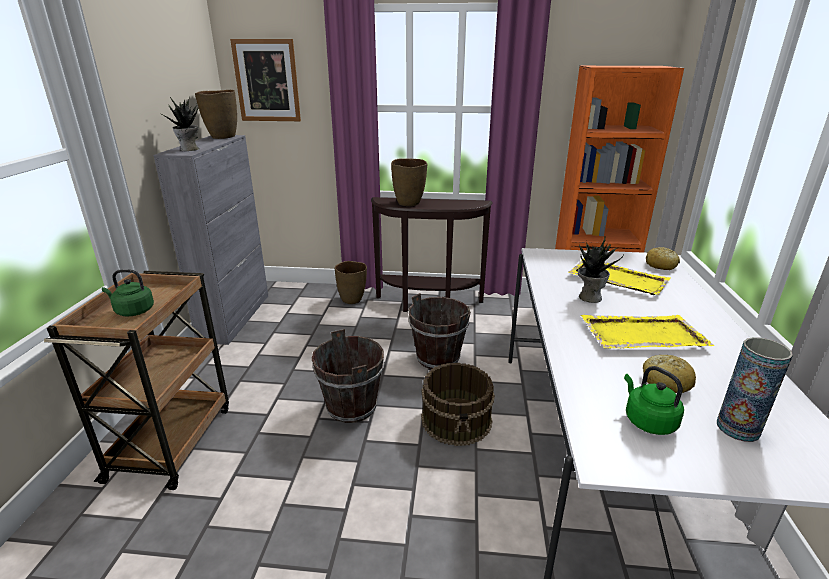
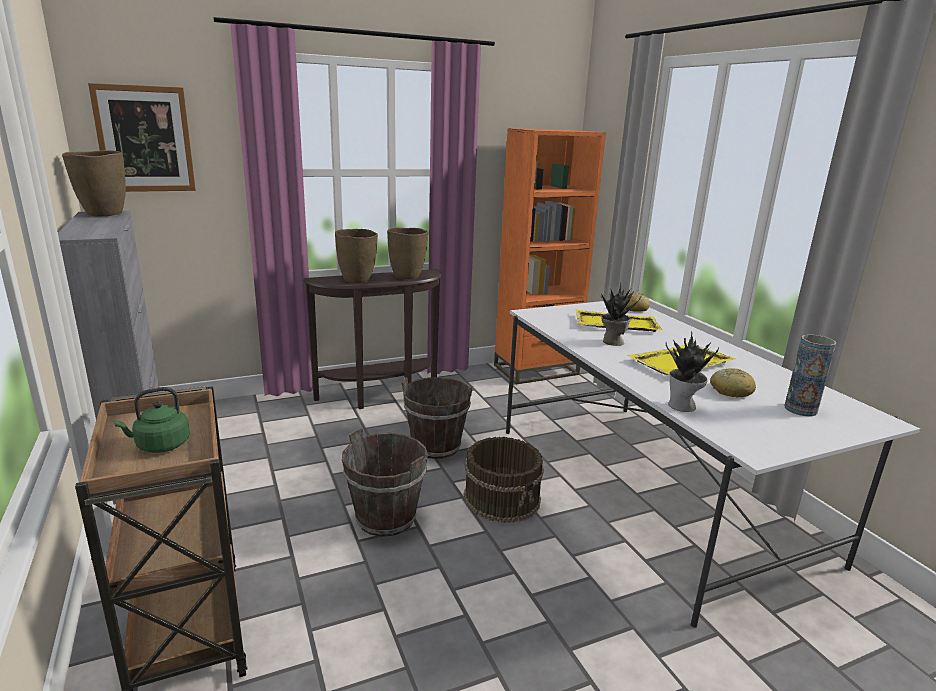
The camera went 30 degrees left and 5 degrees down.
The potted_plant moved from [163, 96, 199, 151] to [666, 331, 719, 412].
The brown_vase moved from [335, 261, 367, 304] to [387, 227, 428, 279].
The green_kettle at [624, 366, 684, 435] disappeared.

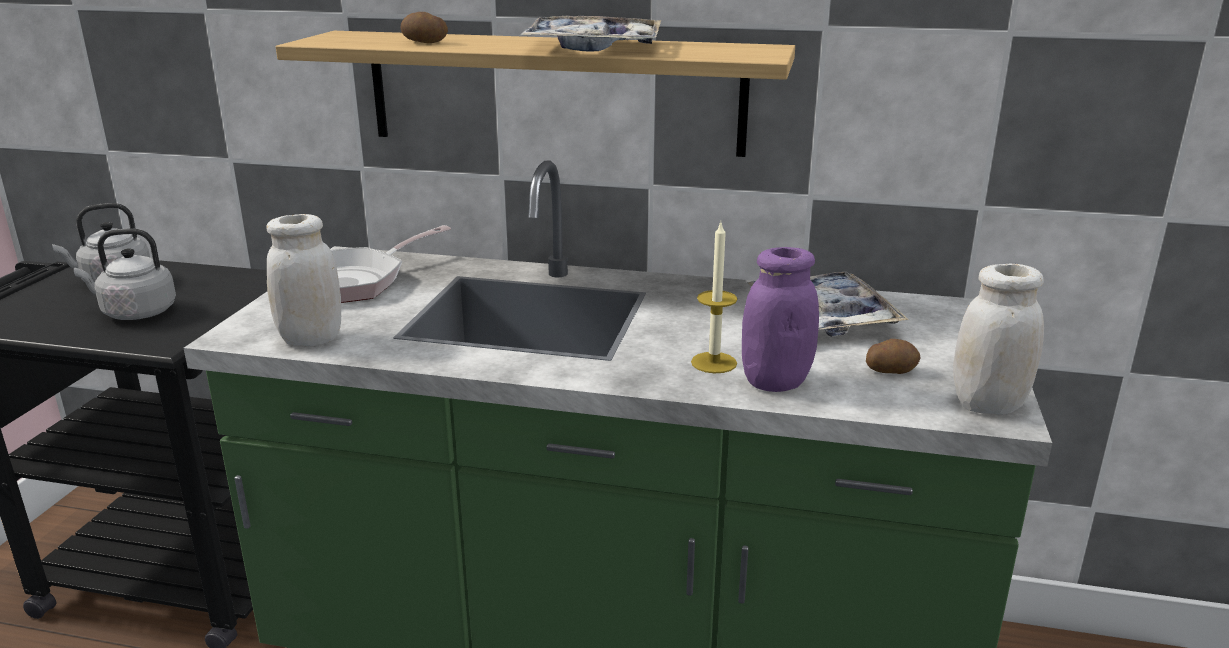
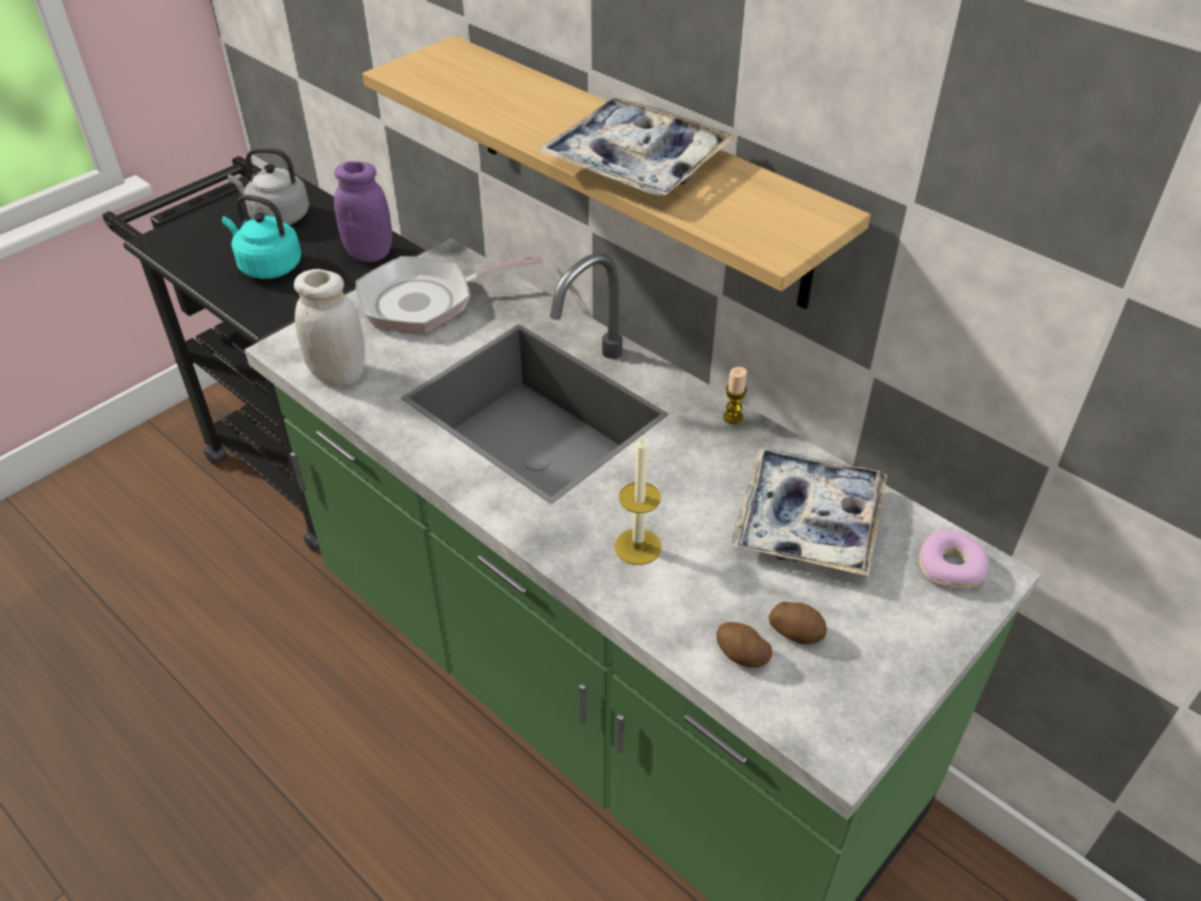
The camera went 30 degrees right and 20 degrees up.
The grey_kettle at [74, 229, 176, 320] became the turquoise_kettle at [222, 195, 301, 279].
The potato moved from [400, 12, 448, 43] to [716, 622, 772, 668].
The purple_jar moved from [742, 247, 819, 392] to [334, 161, 392, 262].
The white_jar at [953, 264, 1044, 415] disappeared.
The candle at [723, 367, 747, 424] appeared.
The donut at [919, 530, 989, 589] appeared.

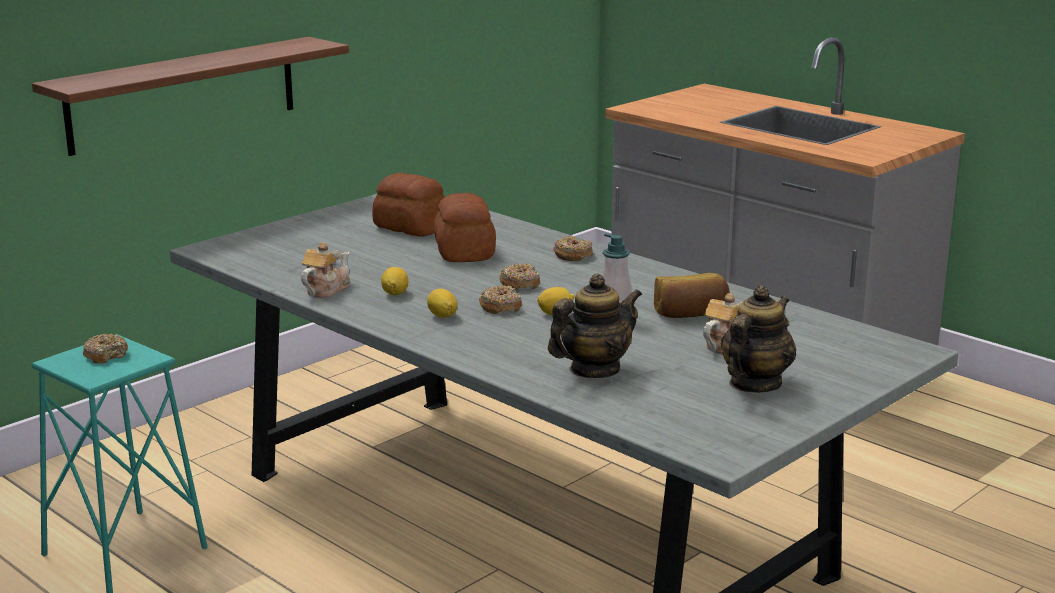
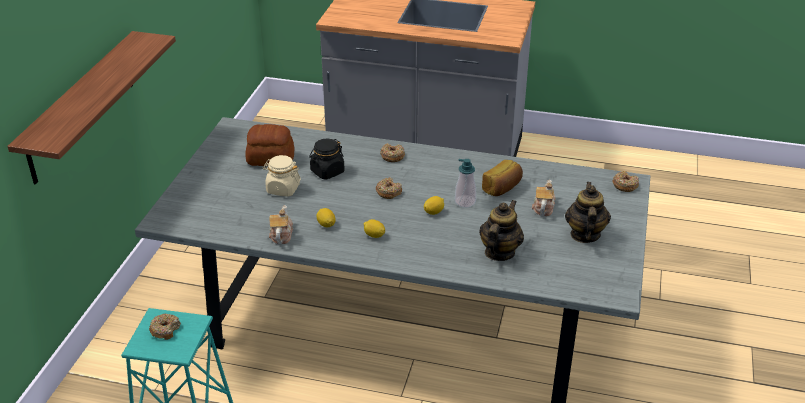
The camera went 30 degrees left and 15 degrees up.
The bread at [434, 193, 496, 262] was replaced by the black_jar at [309, 139, 345, 179].
The donut moved from [479, 285, 522, 314] to [613, 171, 639, 192].
The beige_jar at [263, 155, 301, 197] appeared.

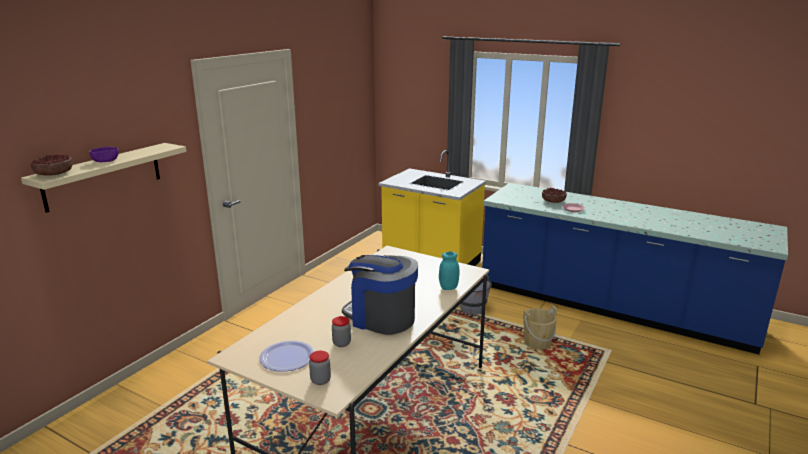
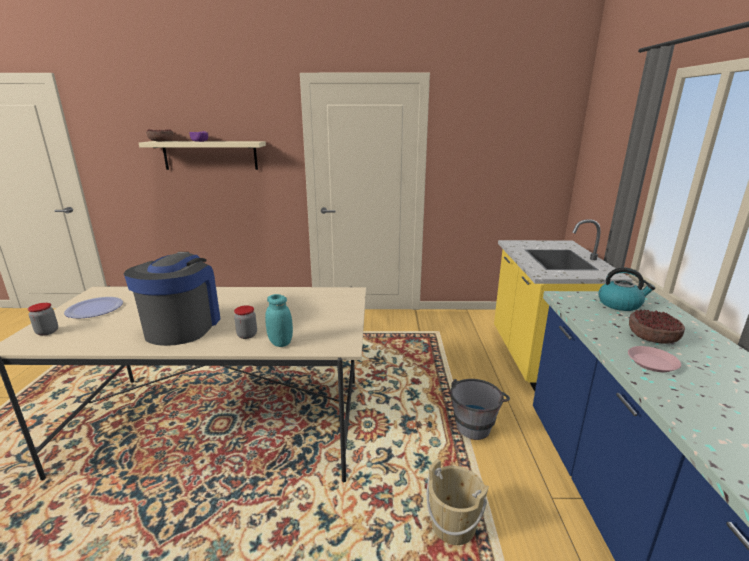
The camera went 60 degrees right and 0 degrees up.
The jar moved from [332, 316, 351, 347] to [234, 305, 257, 339].
The kettle at [598, 267, 655, 311] appeared.

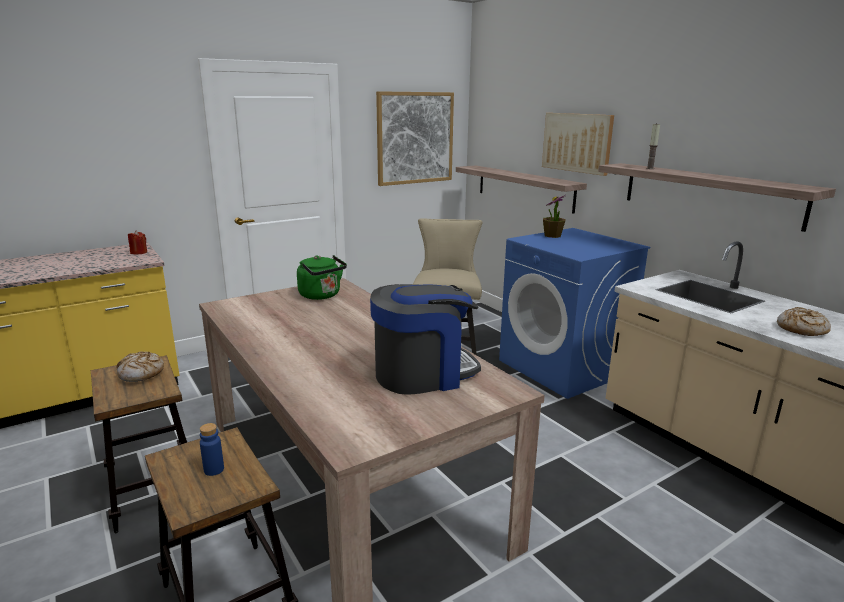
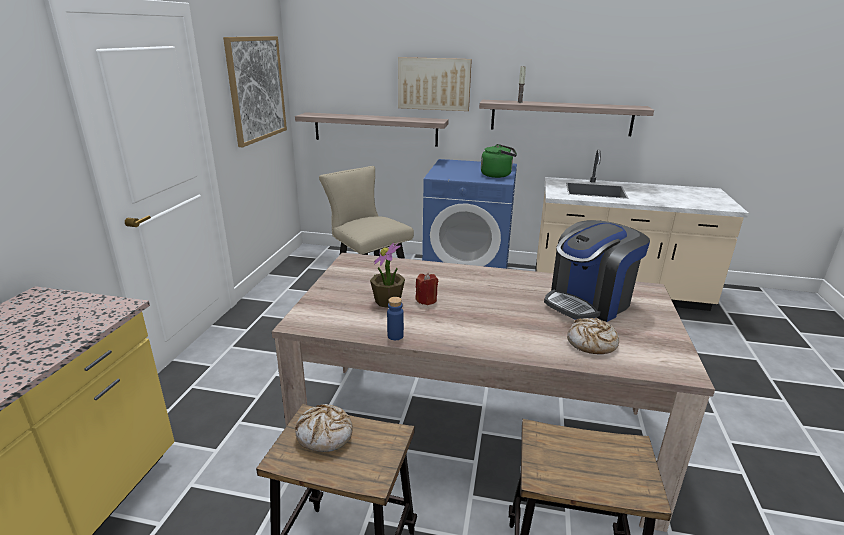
The camera went 45 degrees left and 5 degrees up.
The red_candle moved from [128, 231, 147, 254] to [415, 273, 438, 305].
The blue_bottle moved from [200, 423, 224, 476] to [387, 297, 404, 340].
The green_kettle moved from [297, 255, 347, 300] to [481, 144, 517, 178].
The coffee_machine at [370, 284, 481, 395] turned 150 degrees counterclockwise.
The potted_plant moved from [543, 195, 566, 238] to [370, 243, 405, 308].
The bread moved from [777, 307, 831, 336] to [567, 318, 619, 354].

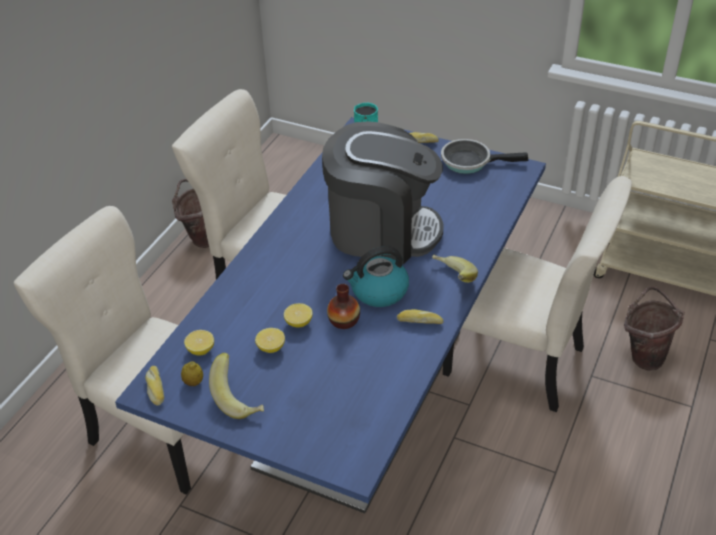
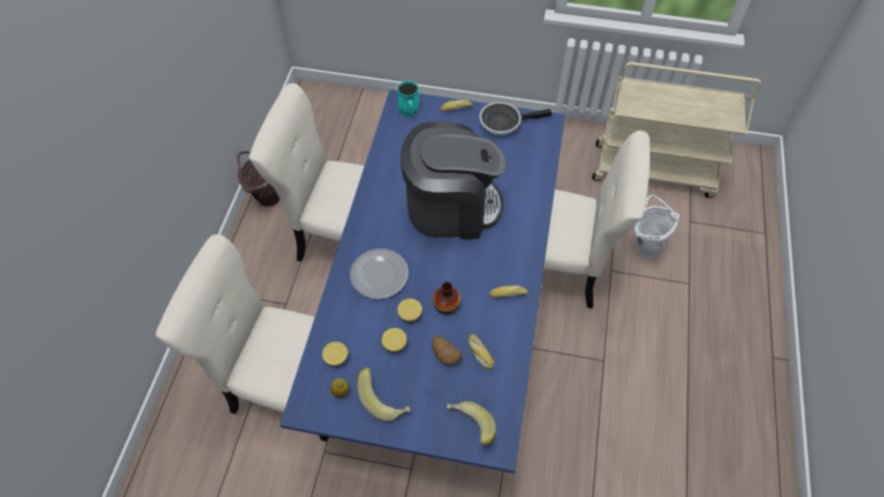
The camera went 15 degrees left and 15 degrees up.
The bread moved from [145, 366, 164, 406] to [469, 334, 494, 369].
The kettle at [343, 246, 409, 307] disappeared.
The banana moved from [432, 255, 478, 283] to [447, 401, 496, 446].
The brown_bucket at [624, 287, 685, 371] became the white_bucket at [634, 195, 680, 258].
The plate at [350, 249, 409, 299] appeared.
The potato at [432, 336, 462, 365] appeared.

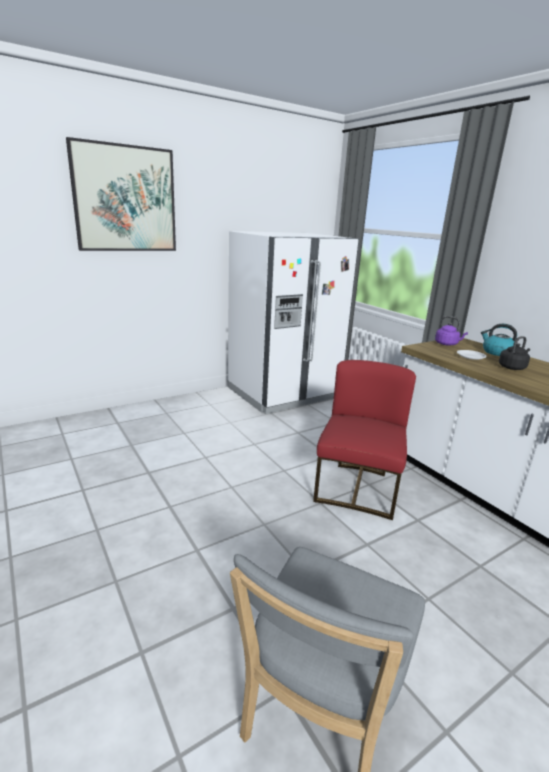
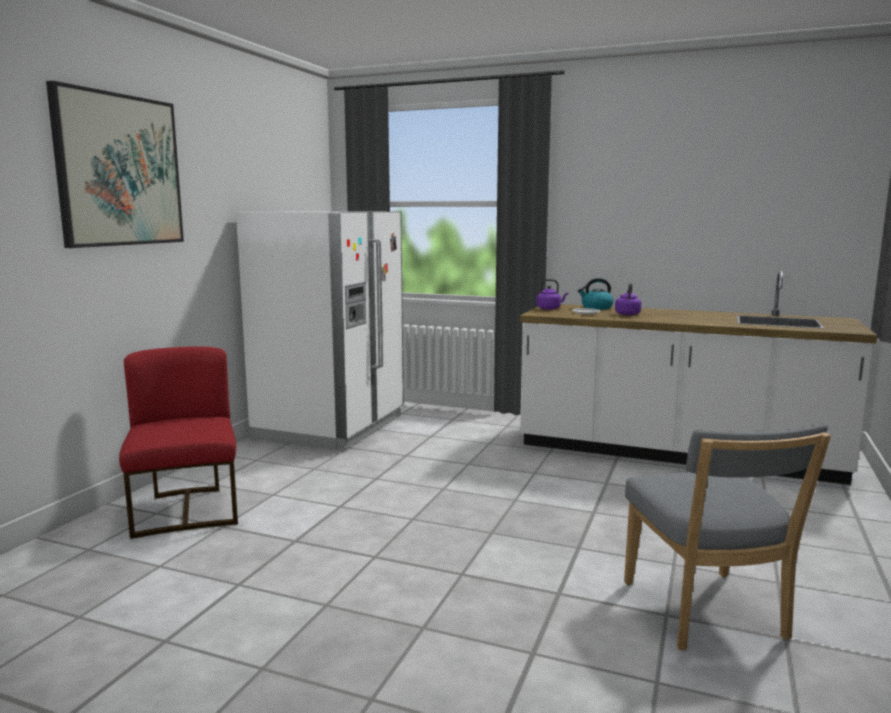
The camera went 35 degrees left and 10 degrees down.
The red_chair moved from [313, 360, 416, 520] to [119, 347, 238, 539].
The black_kettle at [499, 336, 530, 370] became the purple_kettle at [615, 283, 641, 315].

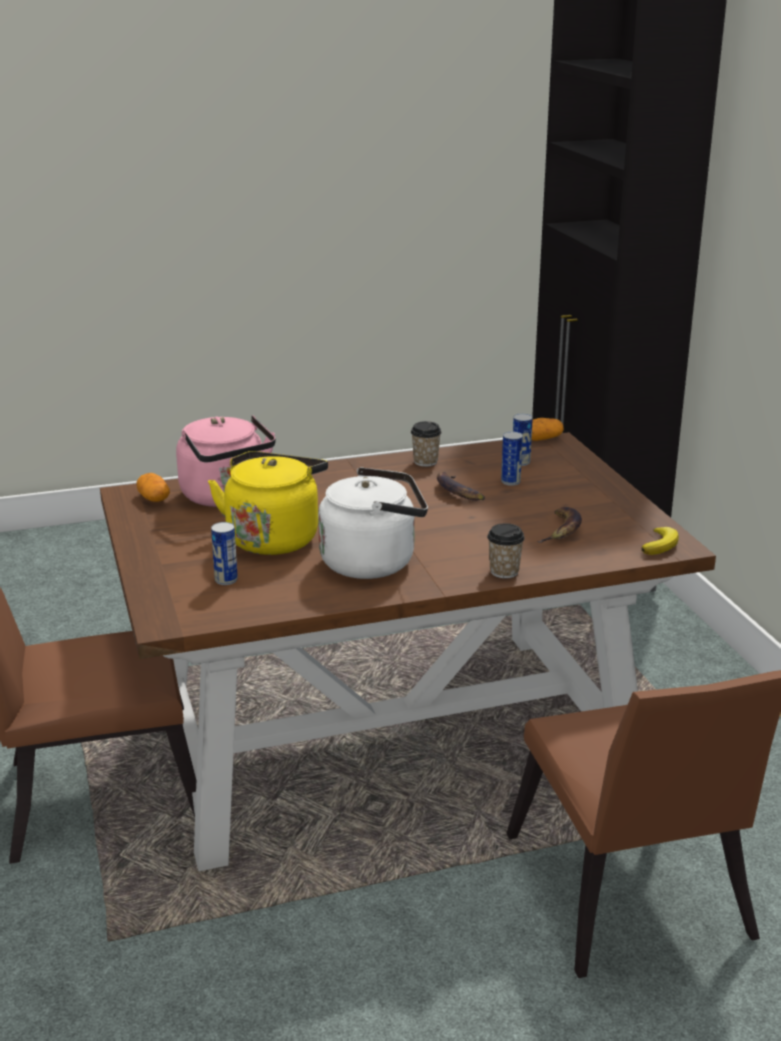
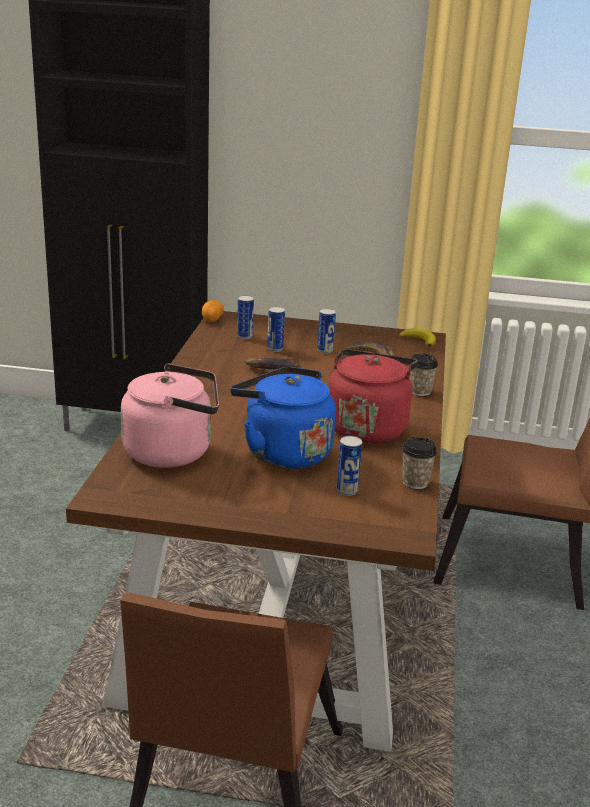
The camera went 65 degrees left and 0 degrees up.
The potato at [136, 473, 170, 502] disappeared.
The yellow_kettle at [208, 451, 328, 555] became the blue_kettle at [230, 367, 336, 469].
The white_kettle at [318, 467, 428, 579] became the red_kettle at [329, 349, 418, 443].
The cup moved from [411, 421, 442, 467] to [402, 437, 437, 489].
The can at [317, 308, 336, 354] appeared.

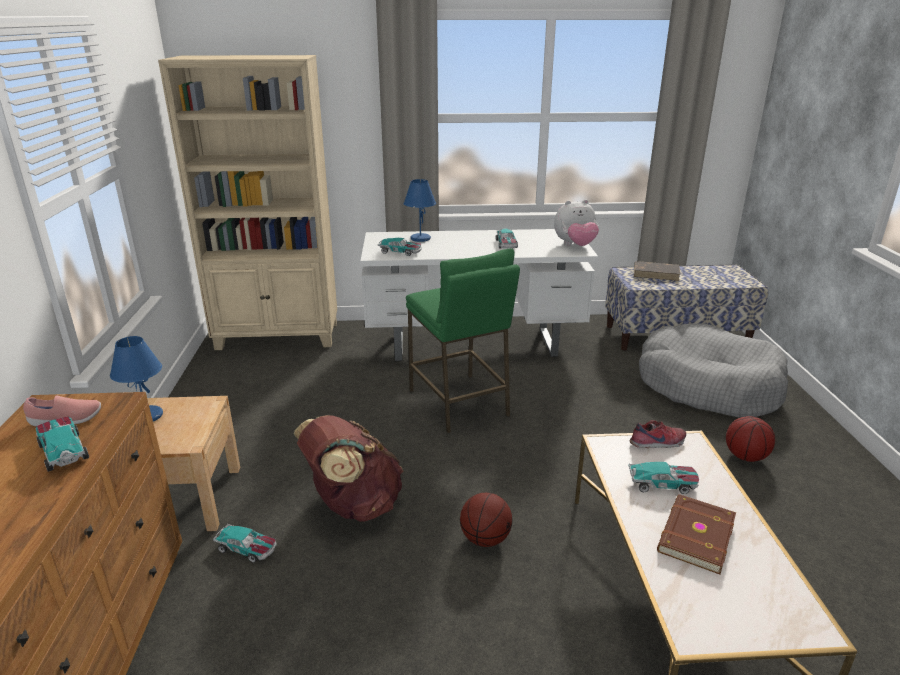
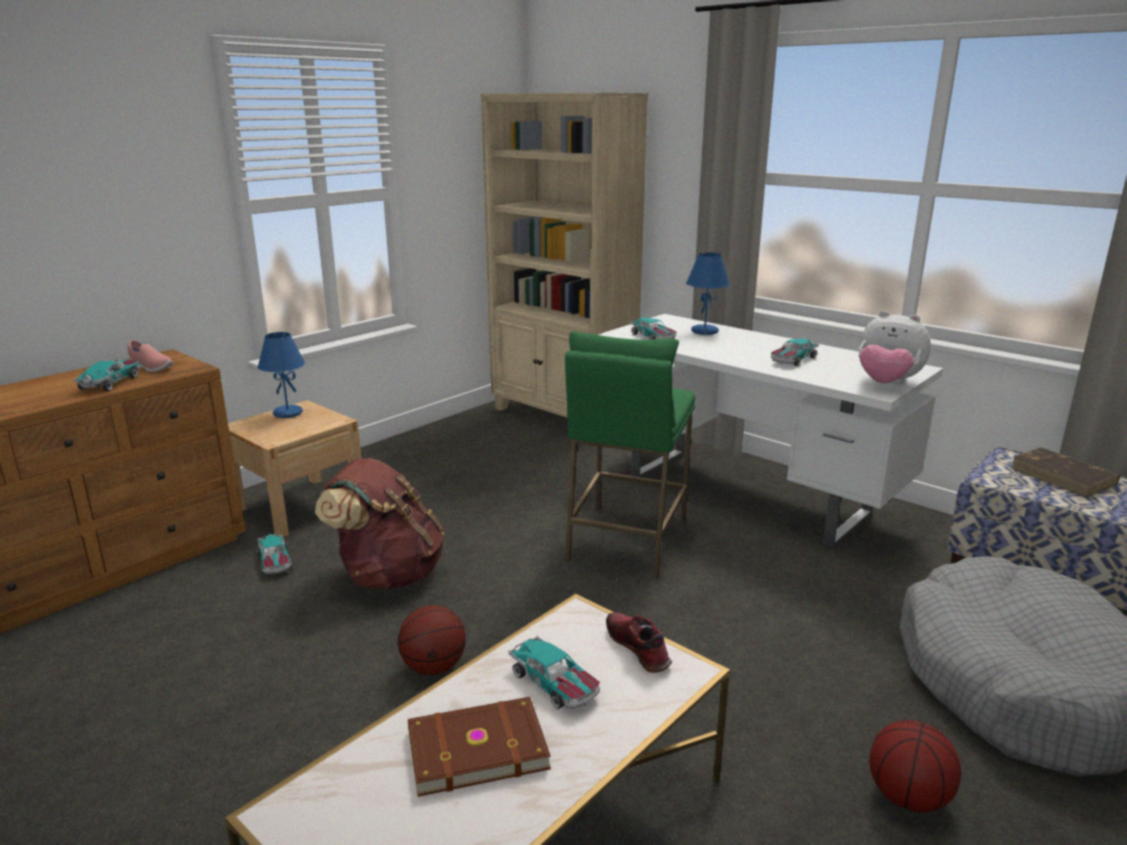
The camera went 45 degrees right and 5 degrees down.
The shoe at [630, 420, 686, 448] turned 150 degrees counterclockwise.

